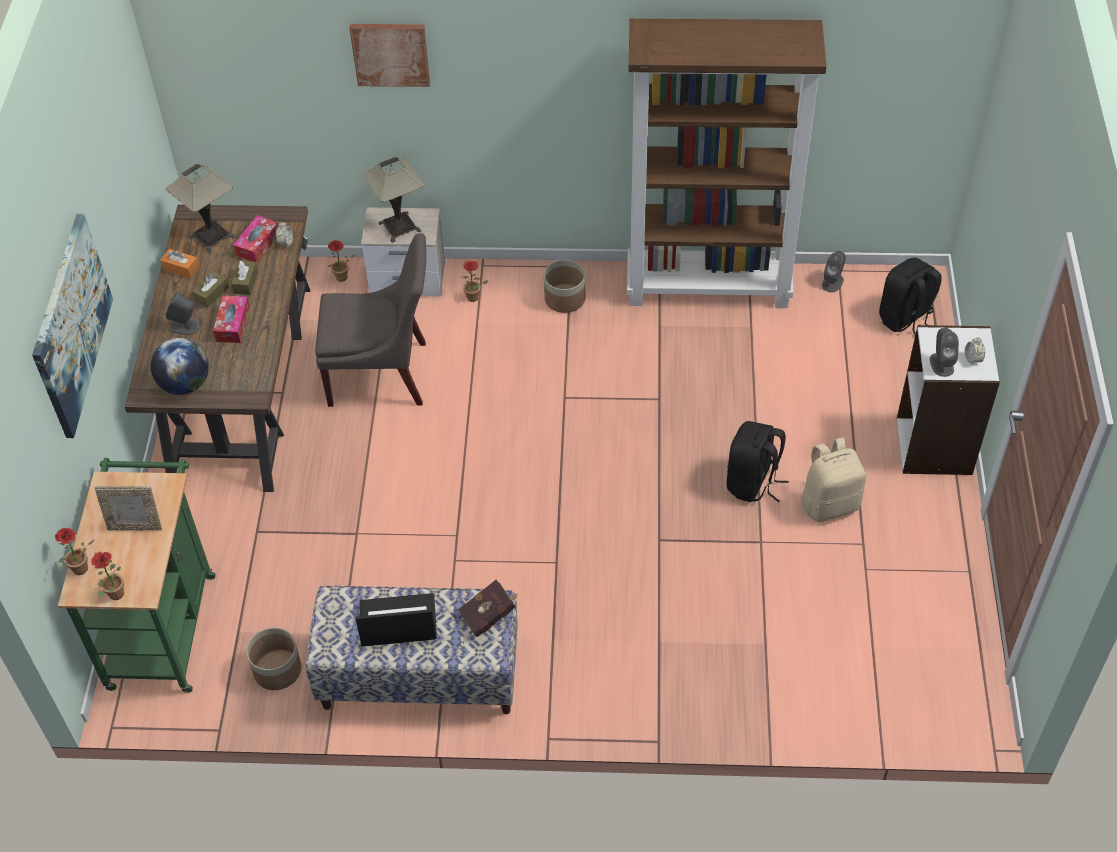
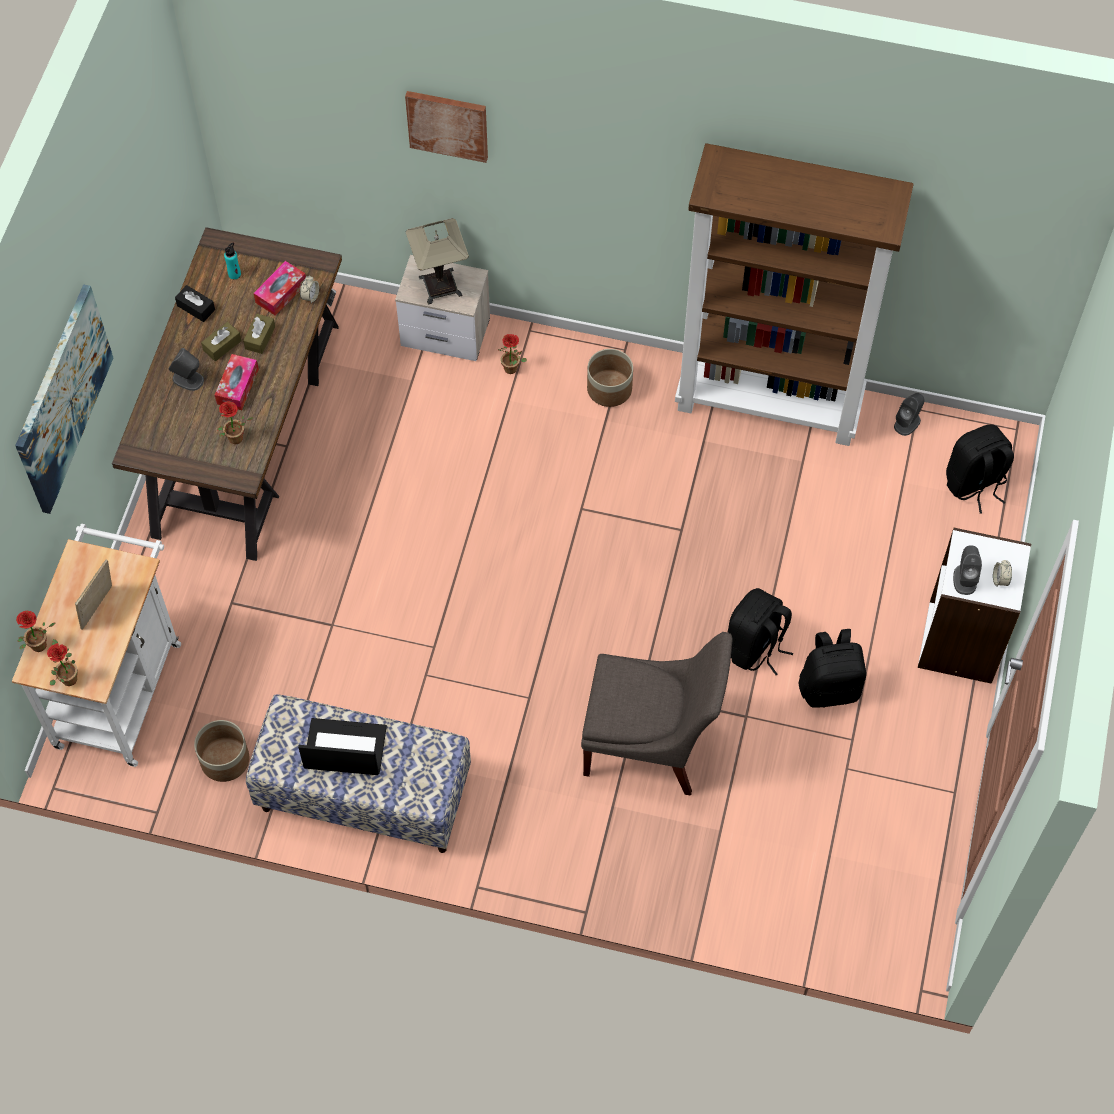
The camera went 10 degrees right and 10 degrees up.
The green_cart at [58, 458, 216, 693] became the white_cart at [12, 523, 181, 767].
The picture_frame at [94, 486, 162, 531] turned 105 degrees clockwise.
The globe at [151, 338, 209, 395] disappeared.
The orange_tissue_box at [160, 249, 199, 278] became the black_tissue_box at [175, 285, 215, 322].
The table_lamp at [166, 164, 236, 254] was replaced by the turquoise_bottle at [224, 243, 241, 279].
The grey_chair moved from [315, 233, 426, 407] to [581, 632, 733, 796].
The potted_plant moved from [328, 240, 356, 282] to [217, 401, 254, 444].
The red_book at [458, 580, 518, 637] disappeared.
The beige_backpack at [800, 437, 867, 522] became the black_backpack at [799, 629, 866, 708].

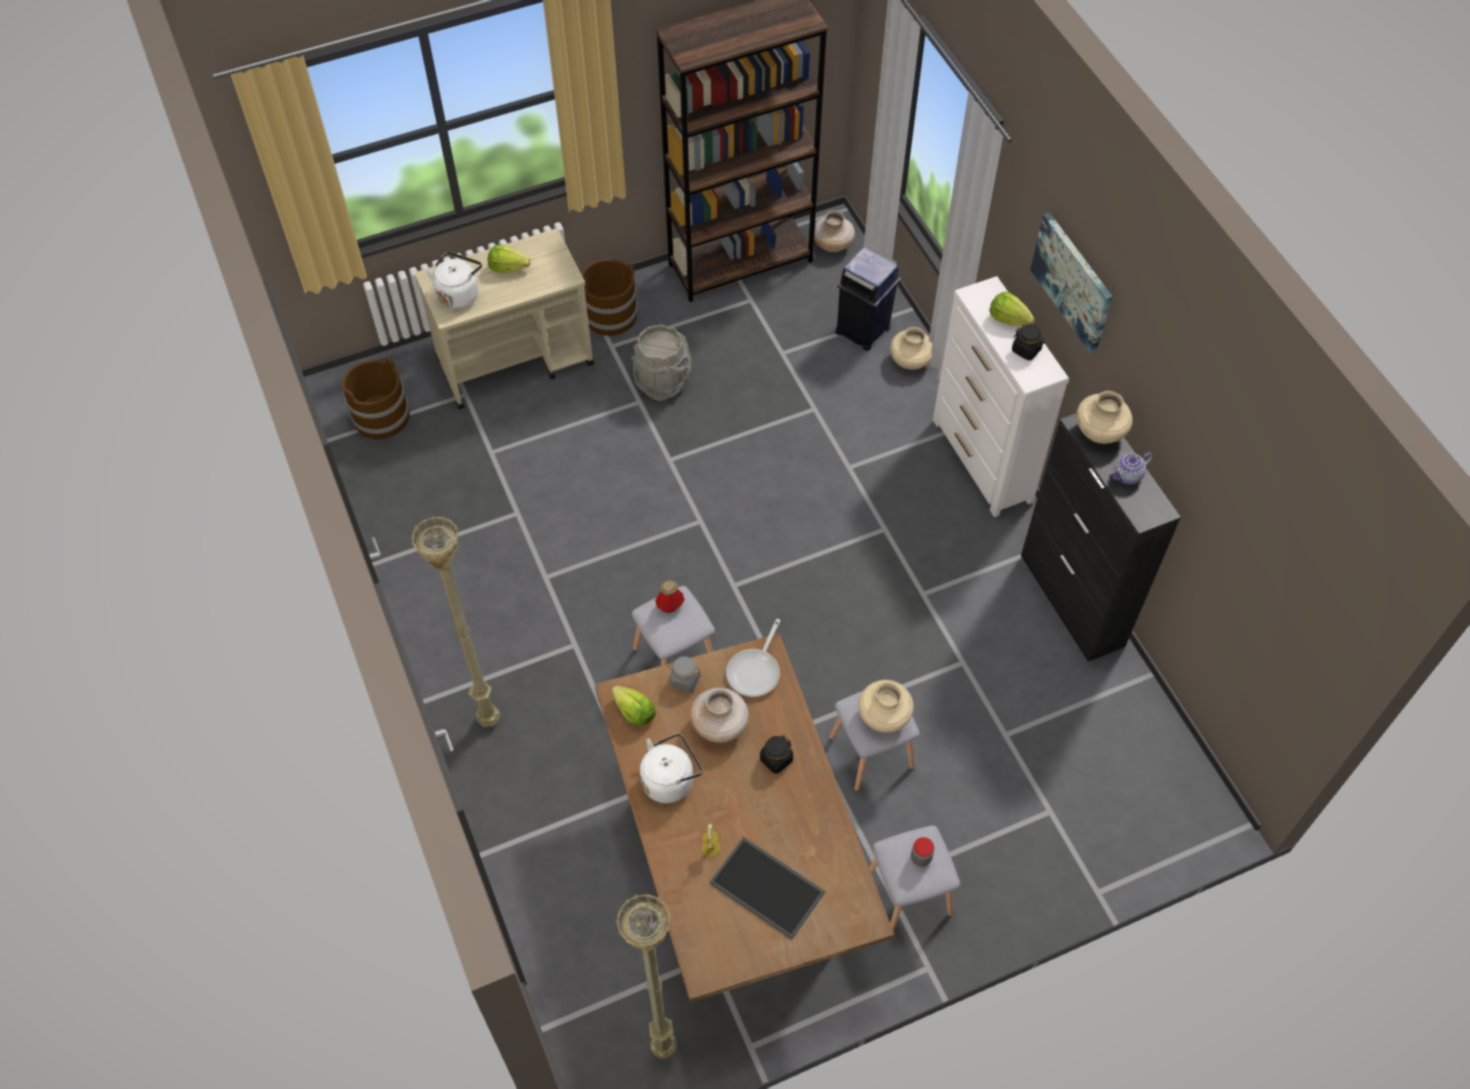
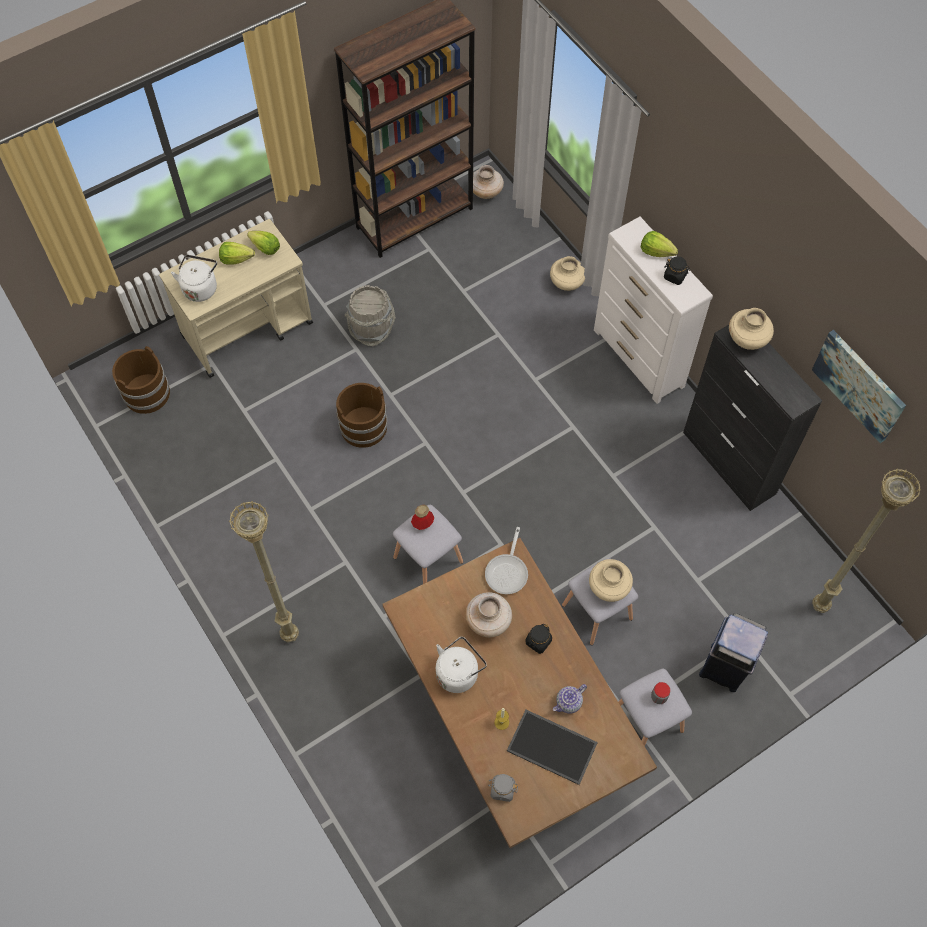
The camera went 10 degrees left and 5 degrees up.
The brown_bucket moved from [581, 259, 638, 336] to [336, 383, 387, 448].
The lettuce moved from [611, 686, 656, 726] to [247, 231, 280, 255].
The beige_floor_lamp moved from [616, 893, 677, 1059] to [812, 468, 921, 613].
The grey_jar moved from [667, 656, 702, 693] to [488, 774, 518, 802].
The blue_trash_can moved from [835, 247, 901, 351] to [699, 613, 768, 692].
The picture moved from [1031, 212, 1113, 353] to [812, 330, 906, 443].
The teapot moved from [1110, 452, 1153, 485] to [553, 684, 587, 714].

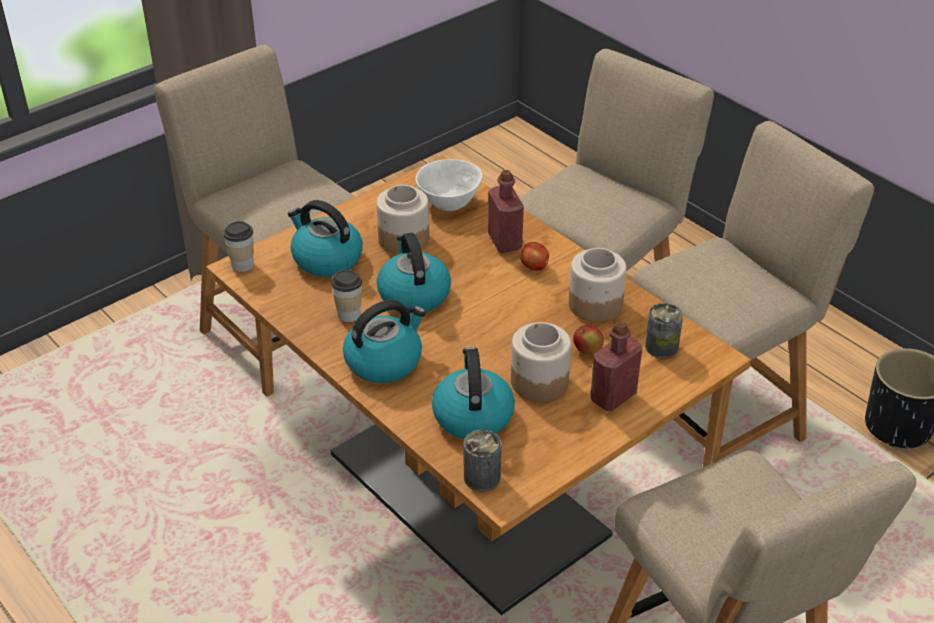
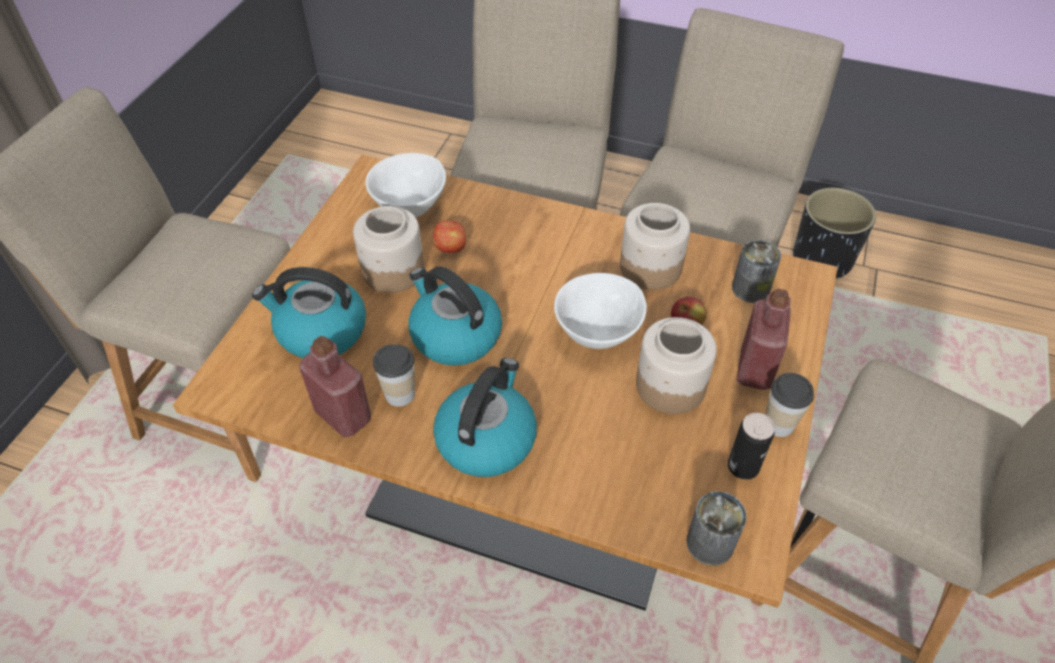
The camera went 30 degrees left and 10 degrees up.
The cup moved from [223, 221, 254, 272] to [766, 373, 814, 437].
The kettle at [432, 347, 515, 439] disappeared.
The red_bottle moved from [488, 170, 524, 253] to [299, 336, 371, 438].
The apple moved from [520, 242, 549, 271] to [433, 220, 466, 253].
The white_bowl at [554, 273, 647, 349] appeared.
The can at [728, 413, 775, 480] appeared.

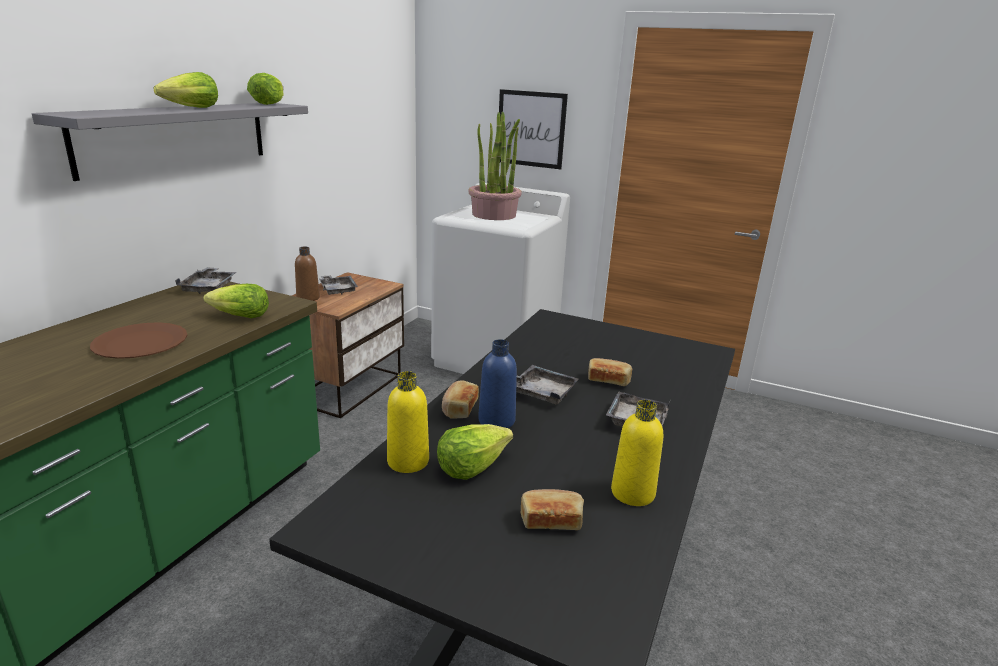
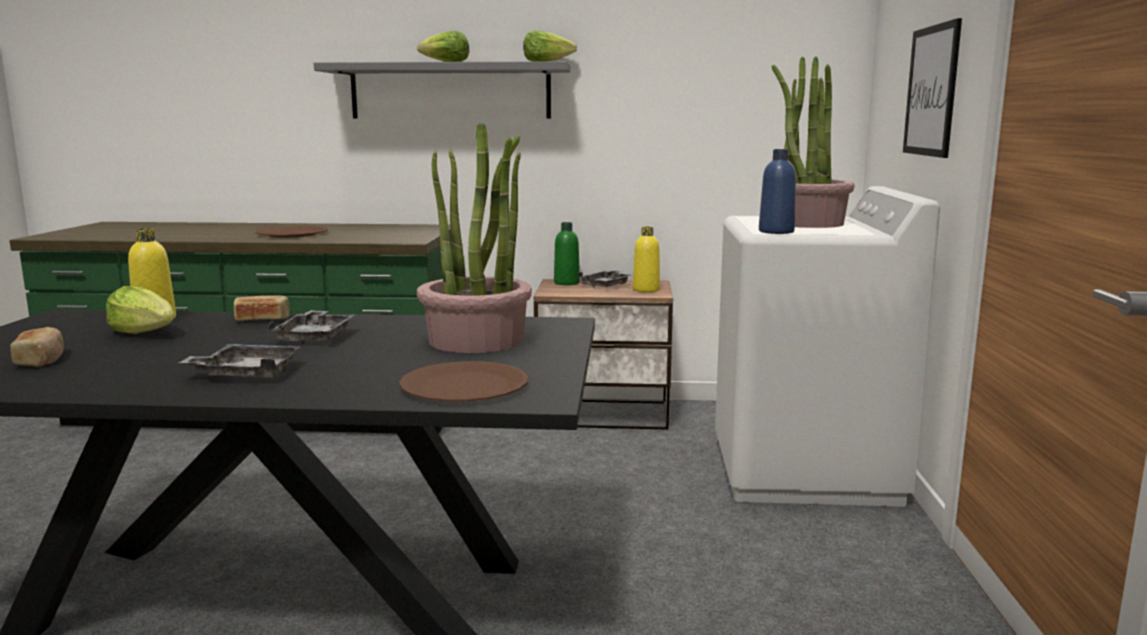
The camera went 70 degrees right and 10 degrees down.
The grey_tray at [175, 267, 237, 294] disappeared.
The lettuce at [203, 284, 269, 318] disappeared.
The brown_bottle at [295, 247, 320, 301] became the green_bottle at [554, 222, 580, 285].
The blue_bottle moved from [478, 339, 517, 428] to [759, 149, 796, 234].
The bread at [588, 358, 632, 386] disappeared.
The yellow_bottle moved from [611, 400, 663, 506] to [633, 227, 660, 292].
The brown_plate at [399, 361, 528, 401] appeared.
The potted_plant at [417, 123, 532, 353] appeared.

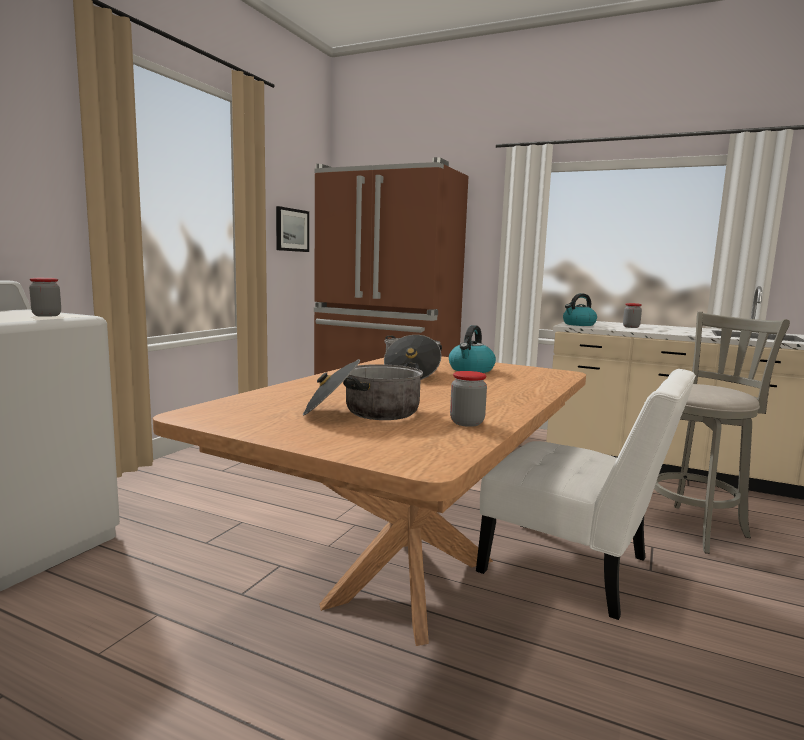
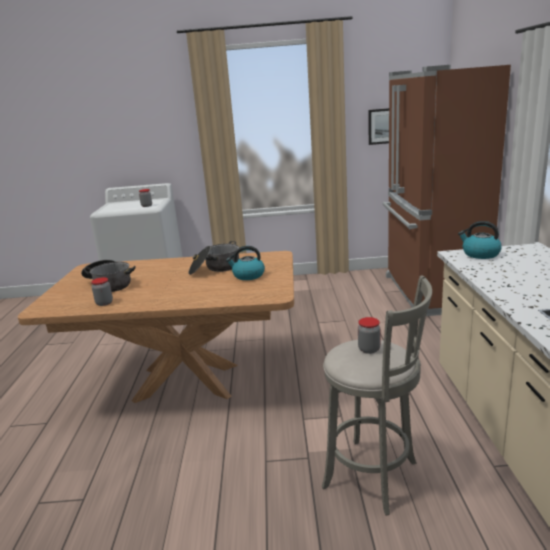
The camera went 65 degrees right and 10 degrees up.
The white_chair at [476, 369, 696, 620] disappeared.
The jar moved from [623, 303, 642, 328] to [358, 317, 380, 354].

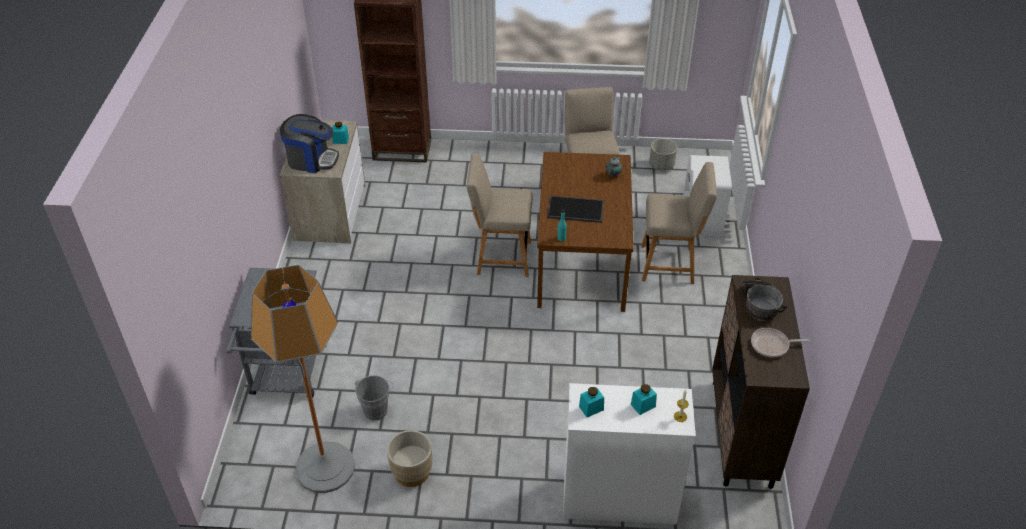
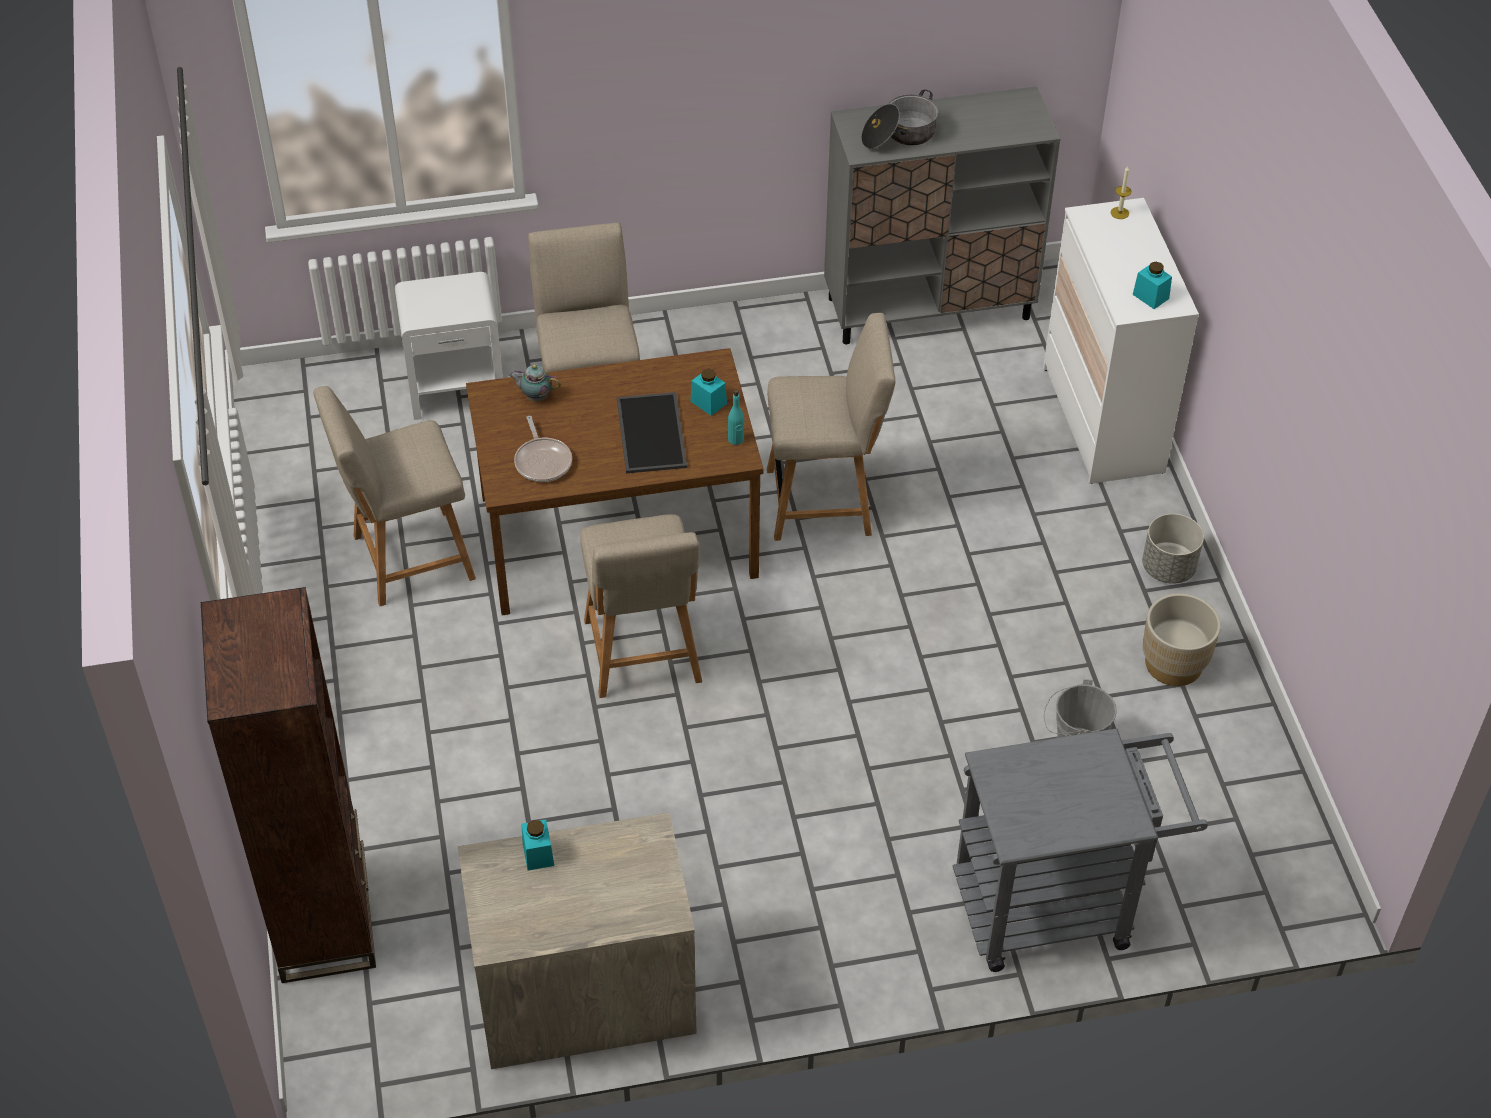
The camera went 105 degrees left and 5 degrees up.
The floor_lamp at [251, 265, 355, 493] disappeared.
The coffee_machine at [280, 114, 339, 173] disappeared.
The turquoise_jar moved from [631, 384, 657, 415] to [691, 369, 727, 416].
The grey_planter moved from [649, 139, 677, 171] to [1142, 514, 1204, 584].
The brown_cabinet at [712, 275, 810, 489] became the grey_cabinet at [824, 87, 1060, 344].
The frying_pan moved from [751, 328, 810, 357] to [514, 416, 572, 482].
The beige_chair at [767, 313, 895, 541] appeared.

